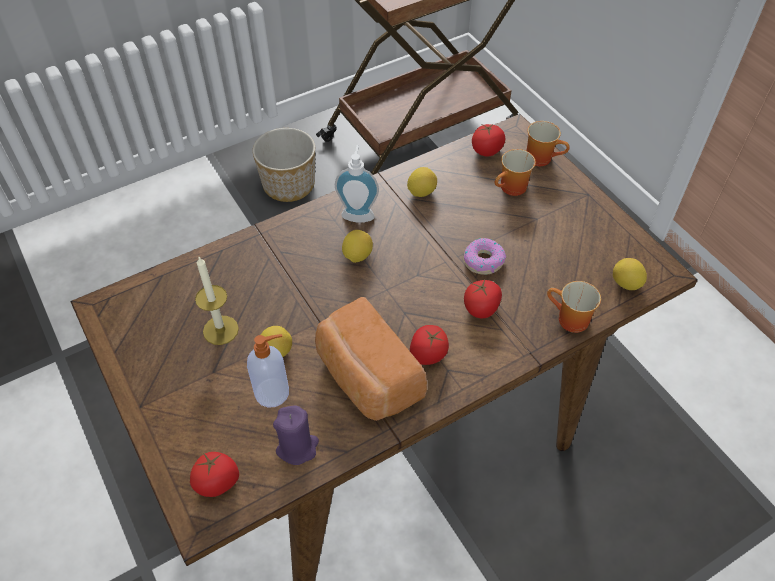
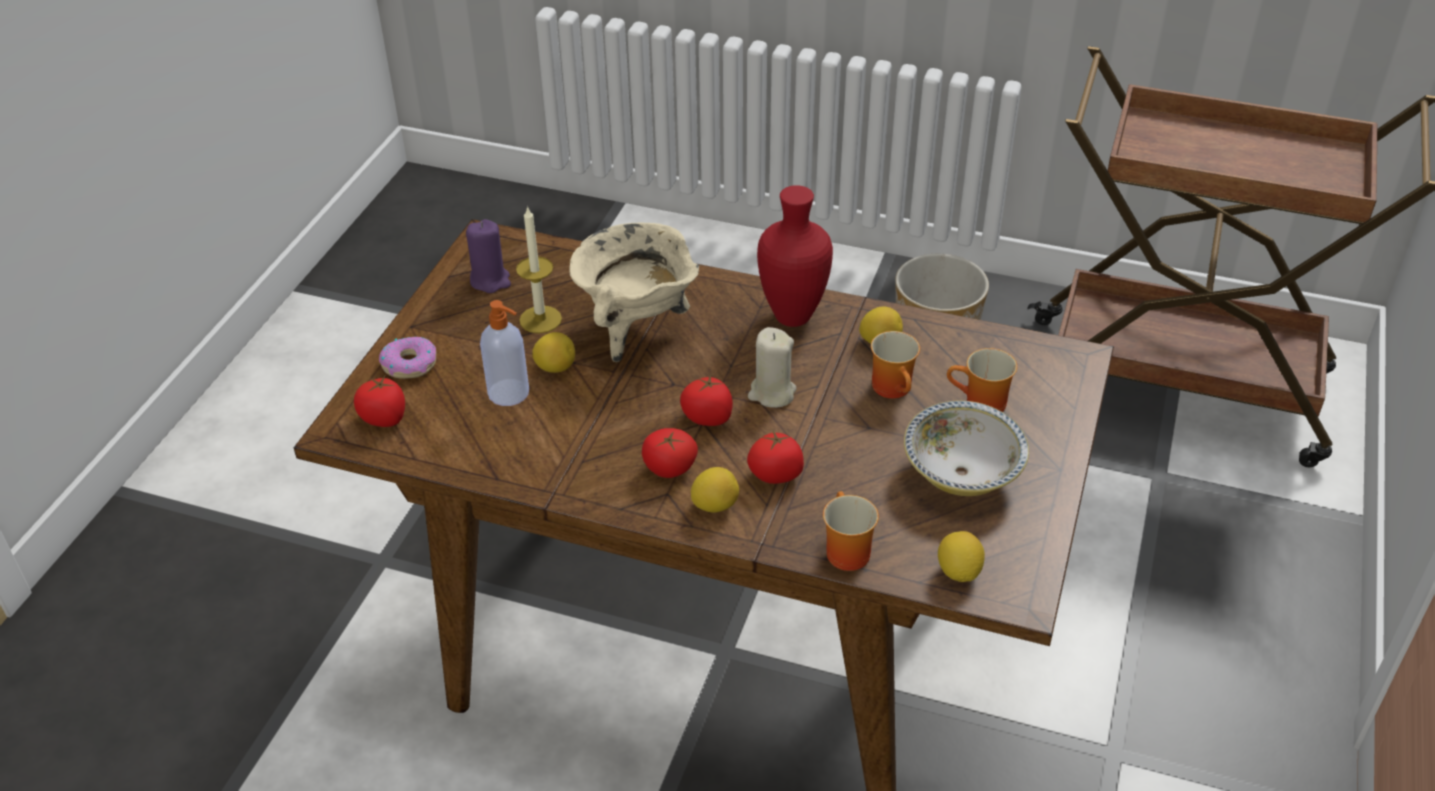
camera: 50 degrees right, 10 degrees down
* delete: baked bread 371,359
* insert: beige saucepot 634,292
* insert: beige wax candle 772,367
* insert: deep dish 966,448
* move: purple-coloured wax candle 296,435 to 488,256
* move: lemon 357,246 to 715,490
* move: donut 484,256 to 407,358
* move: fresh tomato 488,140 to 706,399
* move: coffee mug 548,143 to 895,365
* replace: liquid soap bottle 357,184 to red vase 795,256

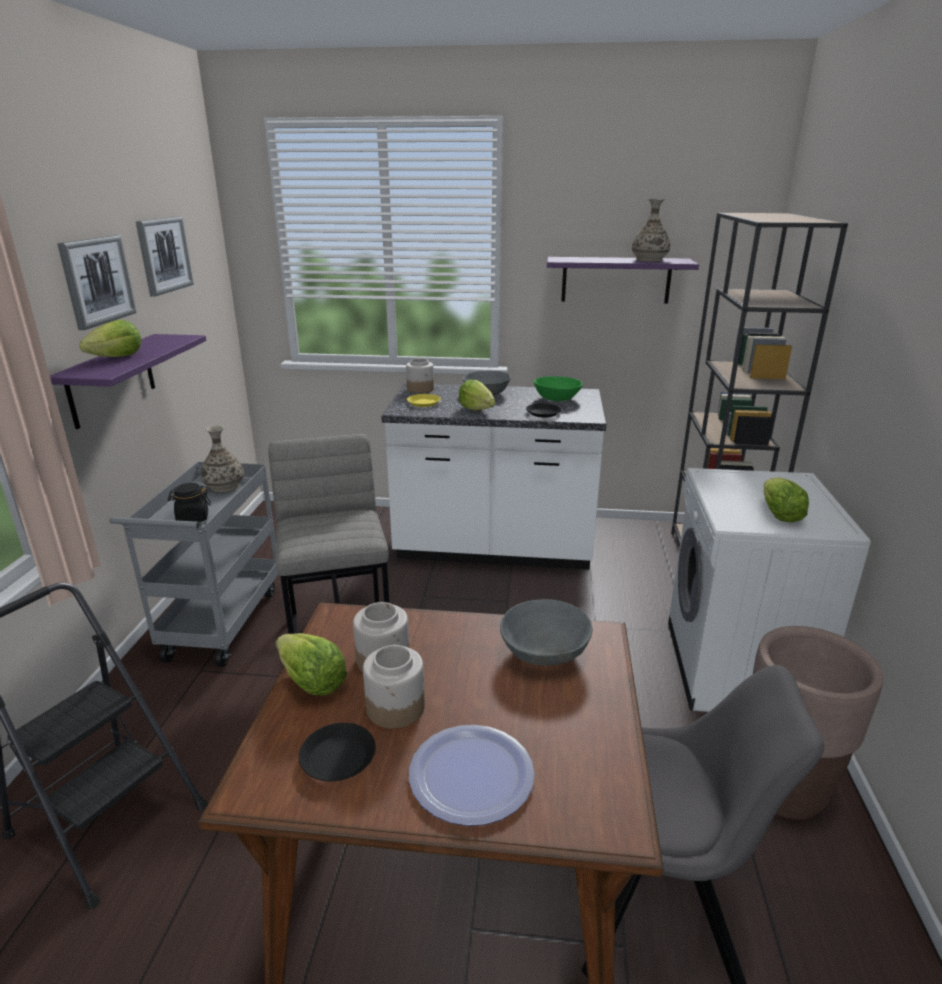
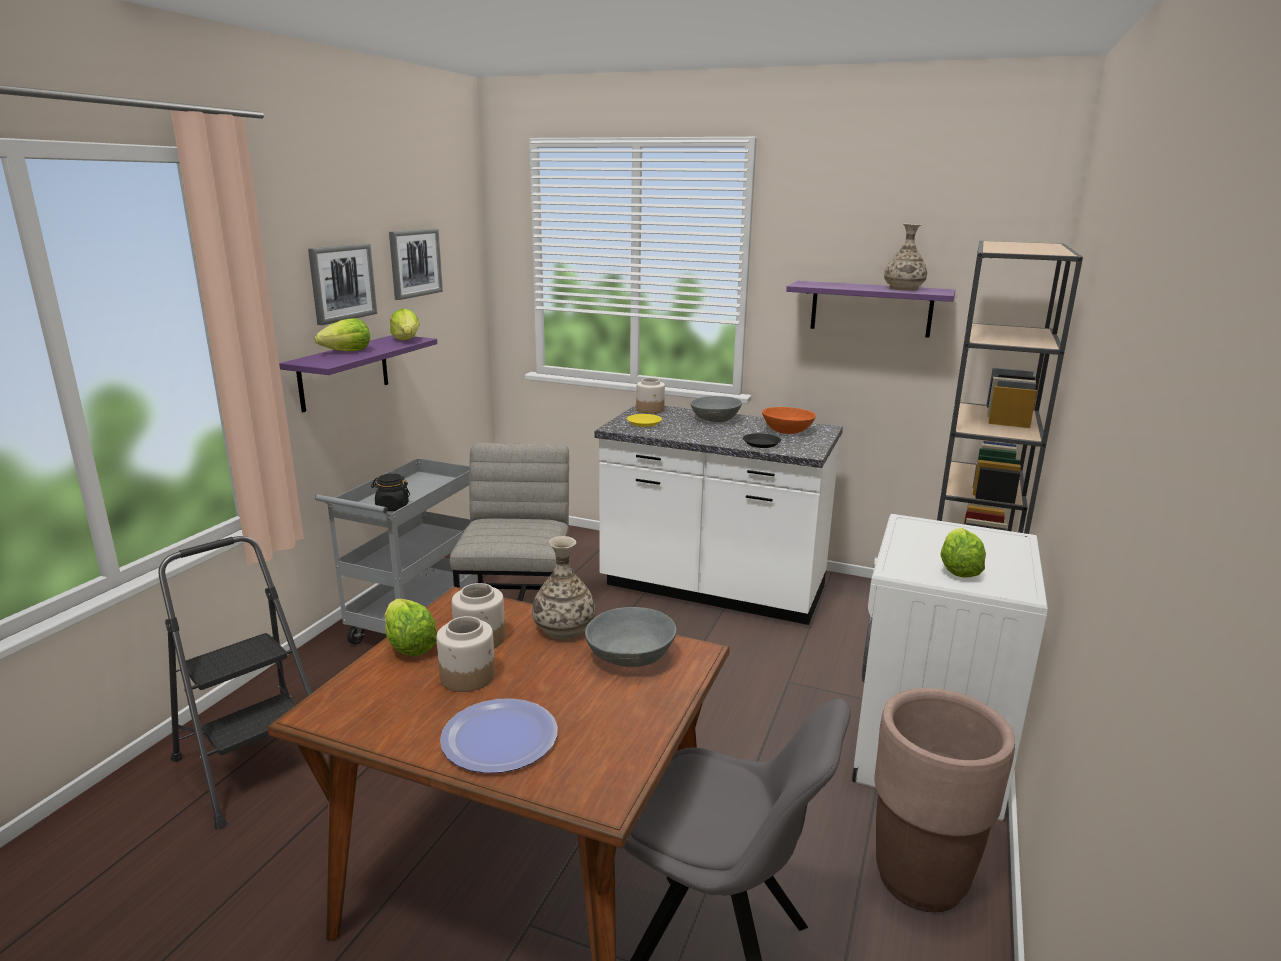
camera: 15 degrees right, 5 degrees down
* delete: black flat dish 337,752
* move: vase 222,458 to 564,588
* move: lettuce head 477,395 to 405,324
* recolor: greenish deep dish 558,388 to orange-coloured deep dish 789,420

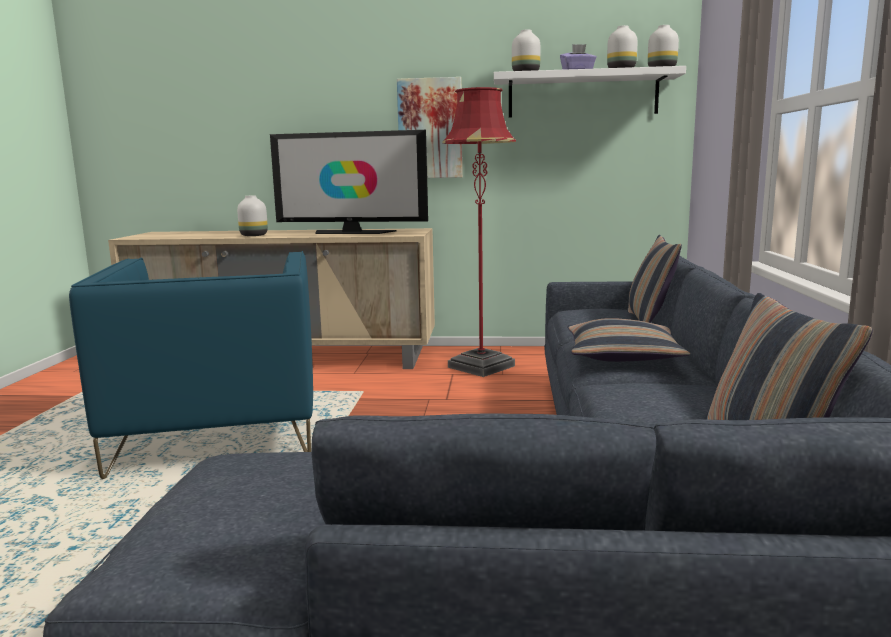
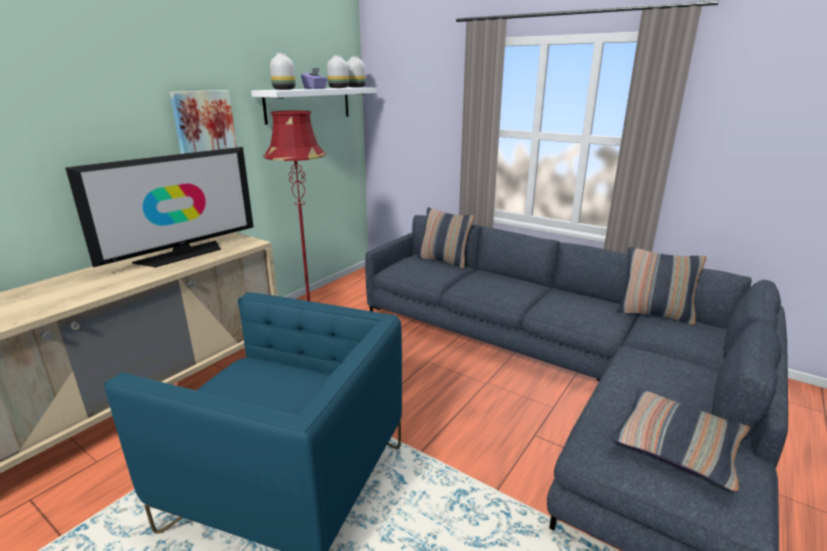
camera: 60 degrees left, 10 degrees up
* delete: white vase 252,215
* move: cushion 628,340 to 679,440

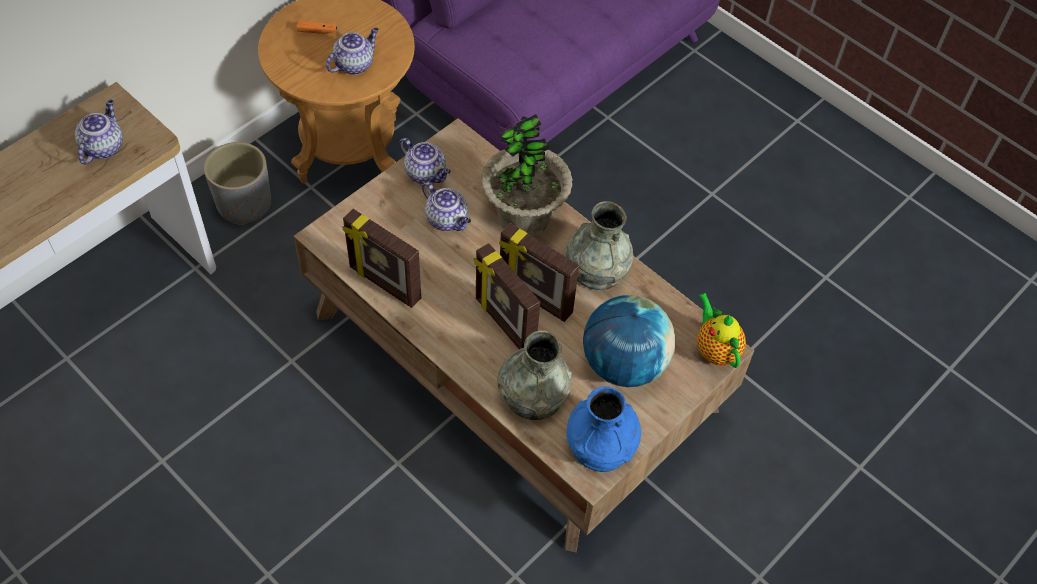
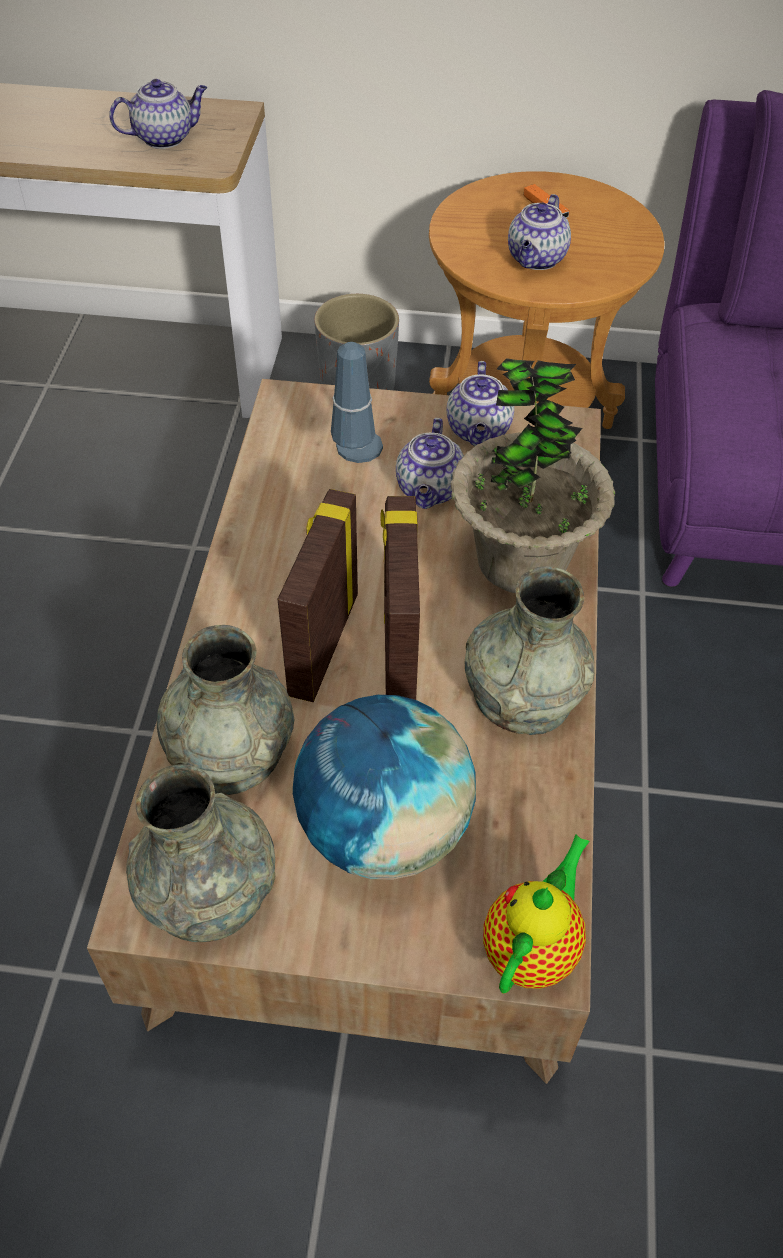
camera: 55 degrees right, 5 degrees down
* delete: picture frame 381,258
* insert: lamp for a table 357,402
* recolor: blue-coloured vase 603,429 to grey vase 200,853
* rotate: teapot 352,51 = 539,232 105 degrees clockwise

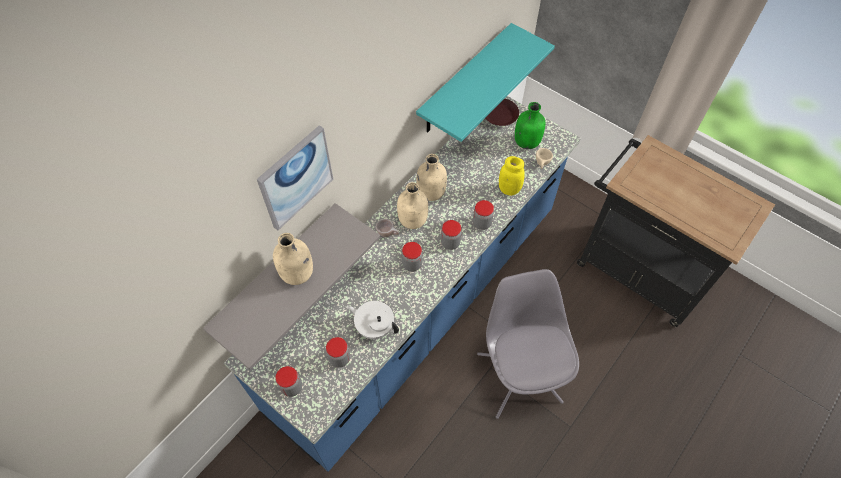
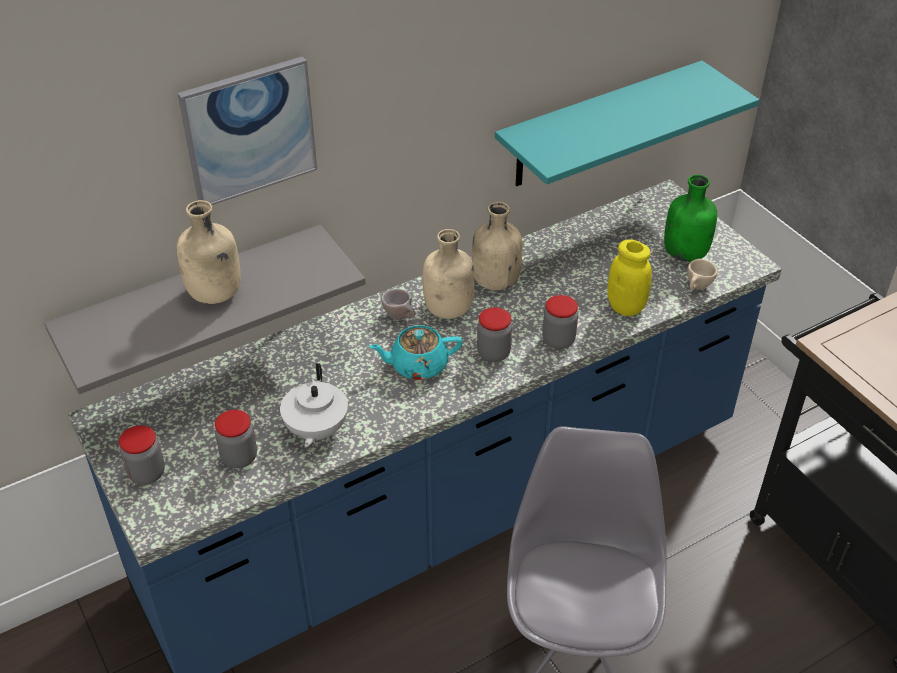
camera: 20 degrees right, 15 degrees down
* delete: brown flat dish 502,112
* replace: preserve jar 412,257 to turquoise-coloured teapot 416,352
* rotate: white teapot 373,320 = 314,405 135 degrees counterclockwise

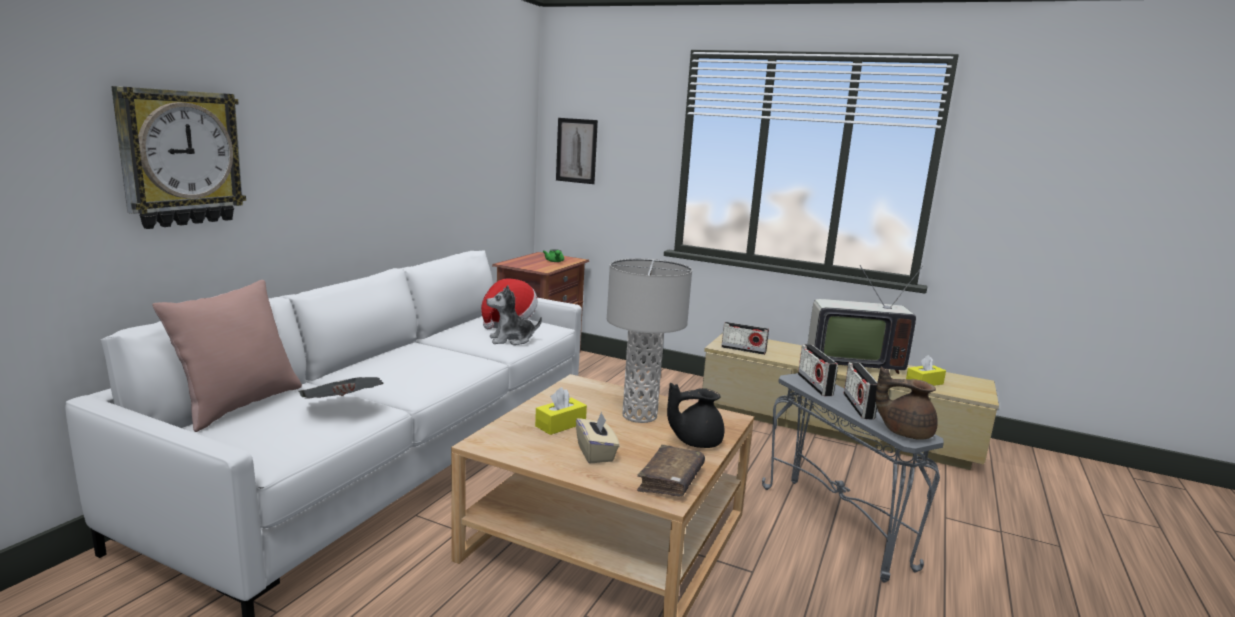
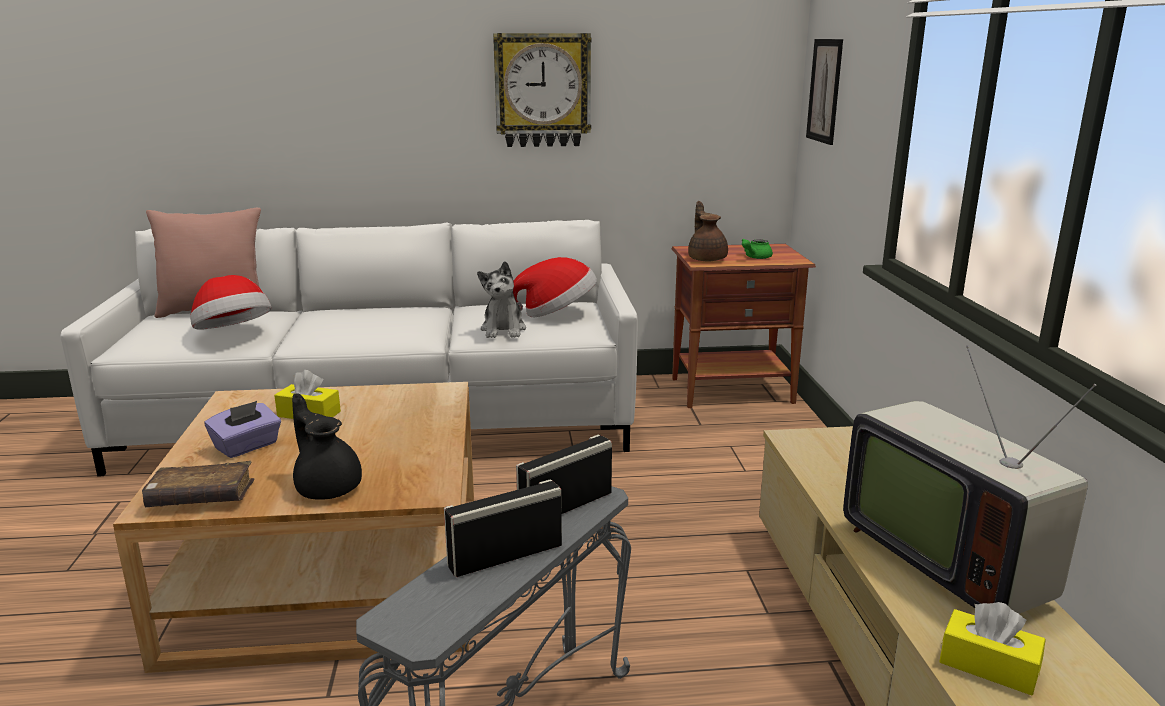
camera: 60 degrees right, 5 degrees up
* delete: white lamp for a table 649,340
* delete: radio receiver 745,338
* move: clock on the wall 178,157 to 542,90
* move: brown teapot 907,403 to 708,231
* replace: printed paper 341,388 to wearable hat 230,302
* recolor: beige box of tissues 598,437 to purple-coloured box of tissues 243,429
* rotate: cuddly toy 514,315 = 501,299 135 degrees counterclockwise

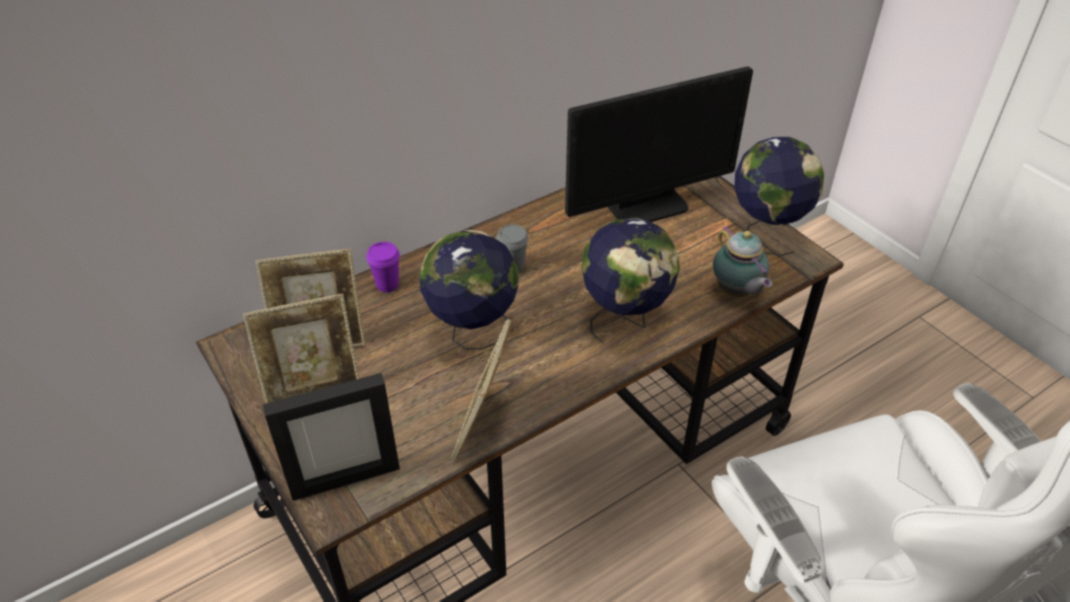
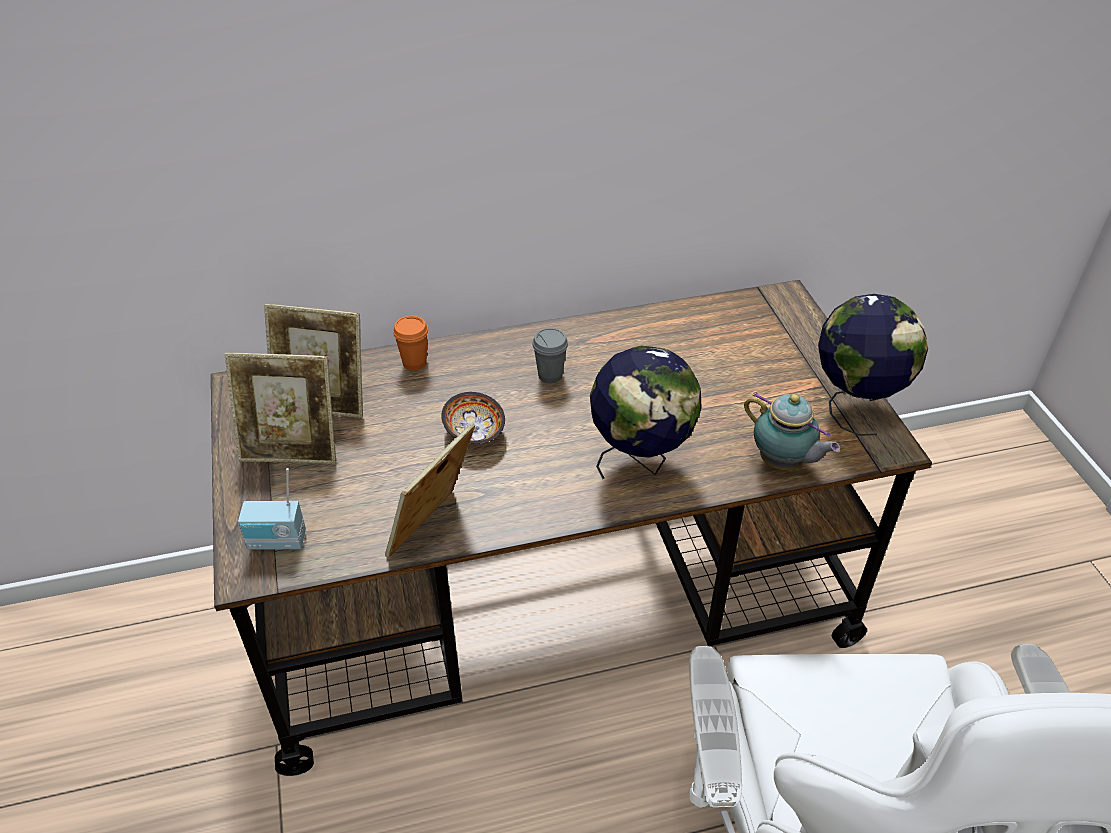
camera: 20 degrees right, 0 degrees up
* delete: monitor 659,144
* replace: picture frame 331,437 to radio receiver 272,509
* replace: globe 469,290 to deep dish 473,418
* recolor: purple-coloured small cup 383,267 to orange-coloured small cup 411,343
* rotate: teapot 742,261 = 792,431 45 degrees counterclockwise

